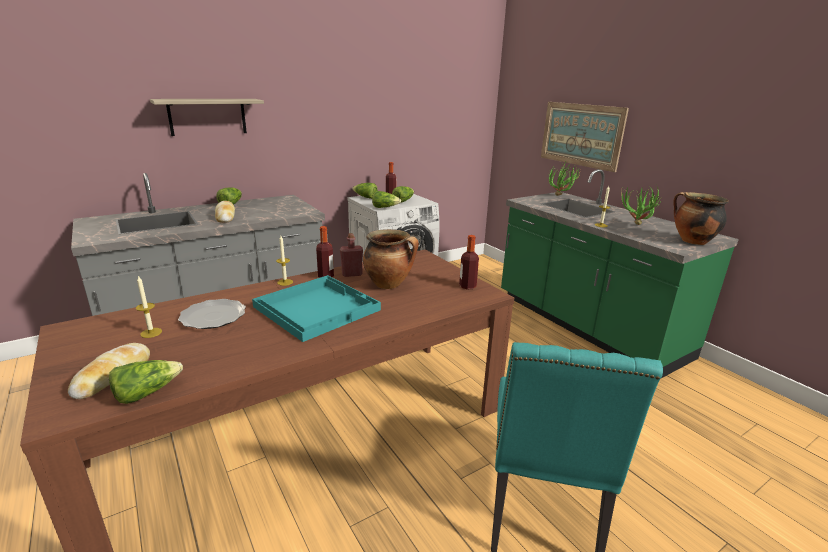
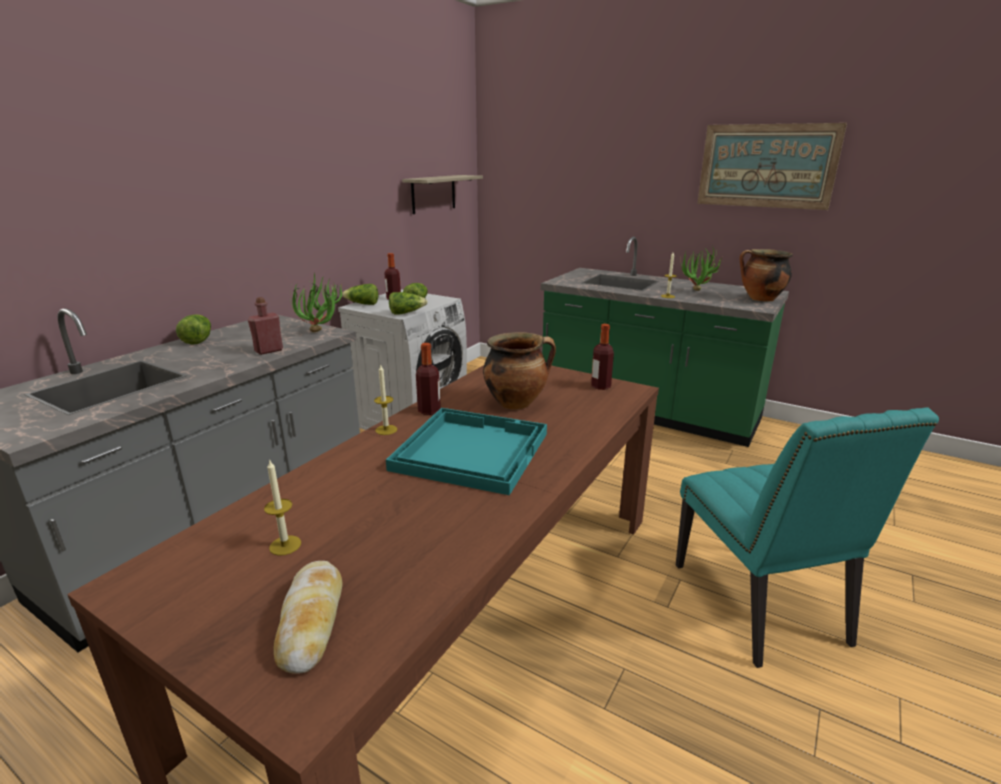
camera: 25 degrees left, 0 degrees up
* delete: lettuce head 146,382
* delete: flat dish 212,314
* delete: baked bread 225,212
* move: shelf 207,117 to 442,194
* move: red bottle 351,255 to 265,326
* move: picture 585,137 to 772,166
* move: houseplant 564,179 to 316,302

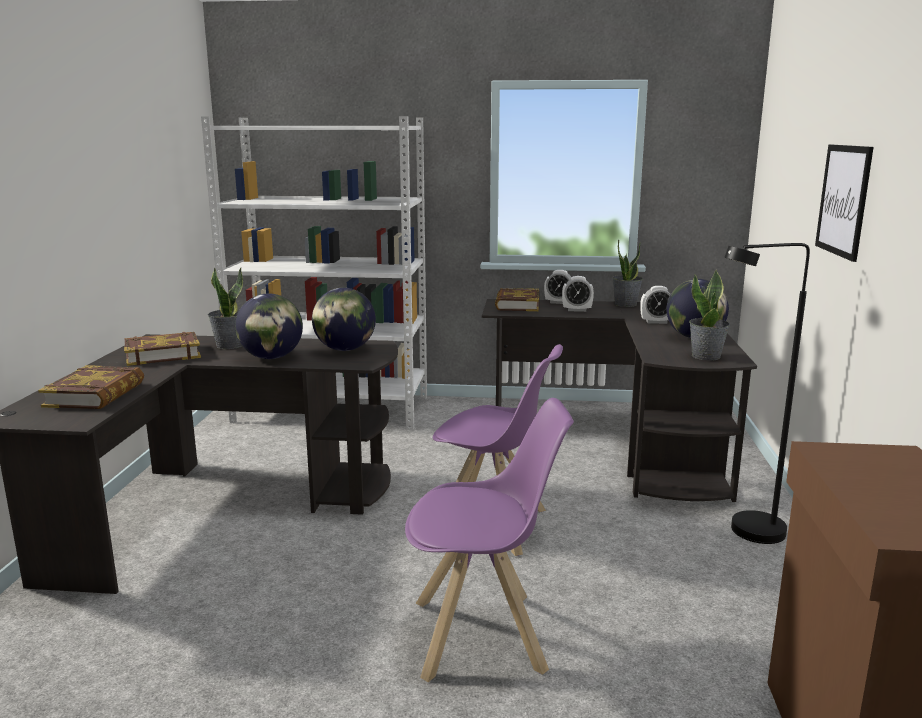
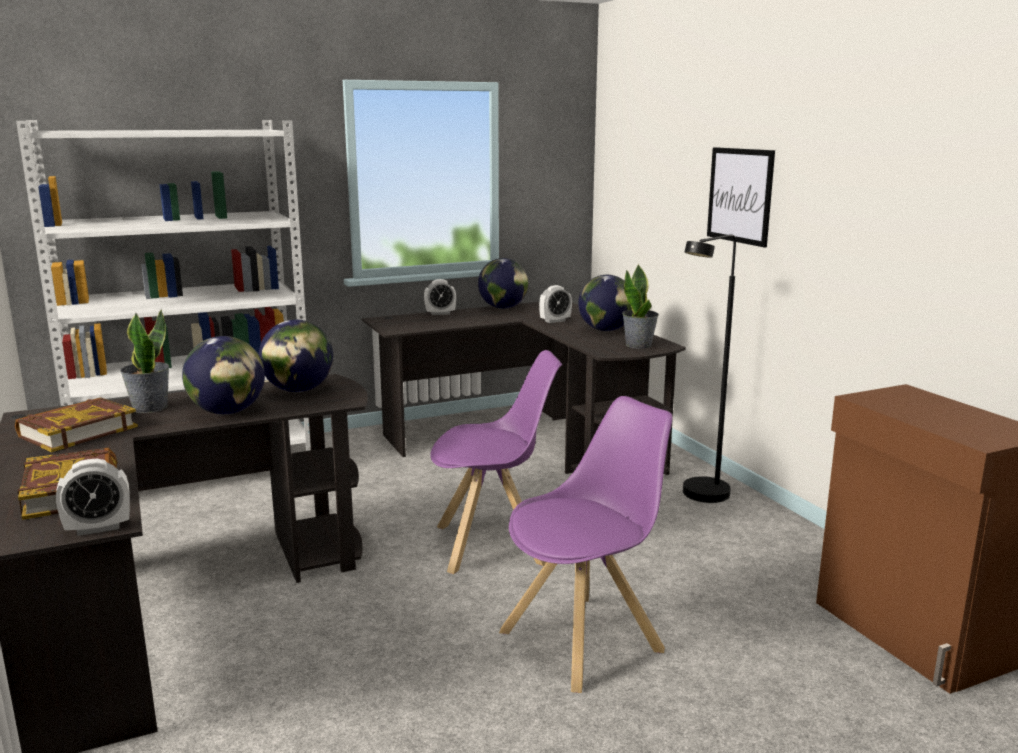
camera: 30 degrees left, 0 degrees up
* delete: book 517,299
* move: bedside clock 578,294 to 93,497
* replace: houseplant 627,273 to globe 503,283

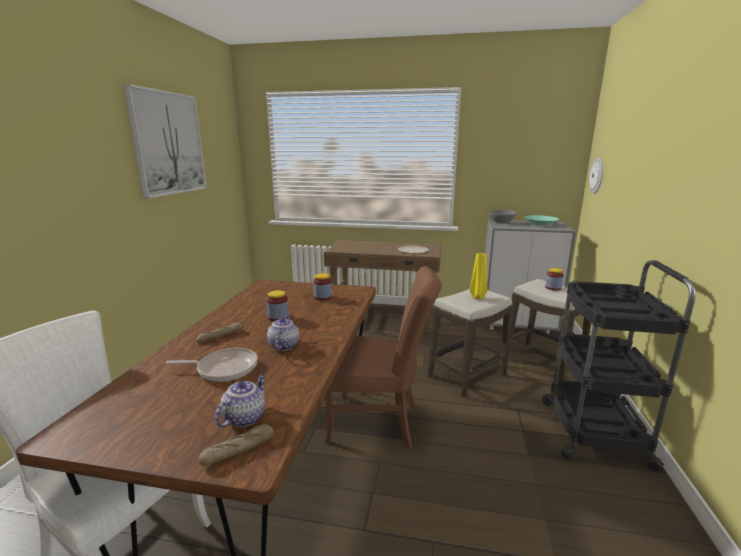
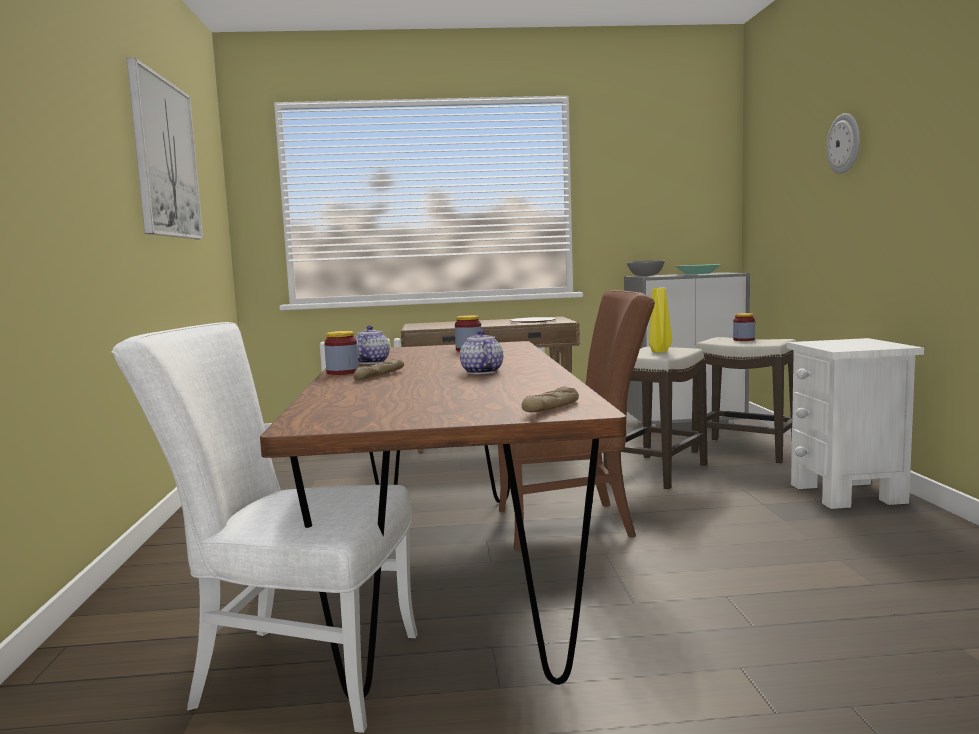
camera: 15 degrees left, 10 degrees down
* delete: frying pan 212,364
* move: teapot 240,400 to 372,344
* move: preserve jar 277,305 to 341,353
* move: clock on the wall 596,176 to 843,143
* replace: black cart 619,366 to white night table 855,423

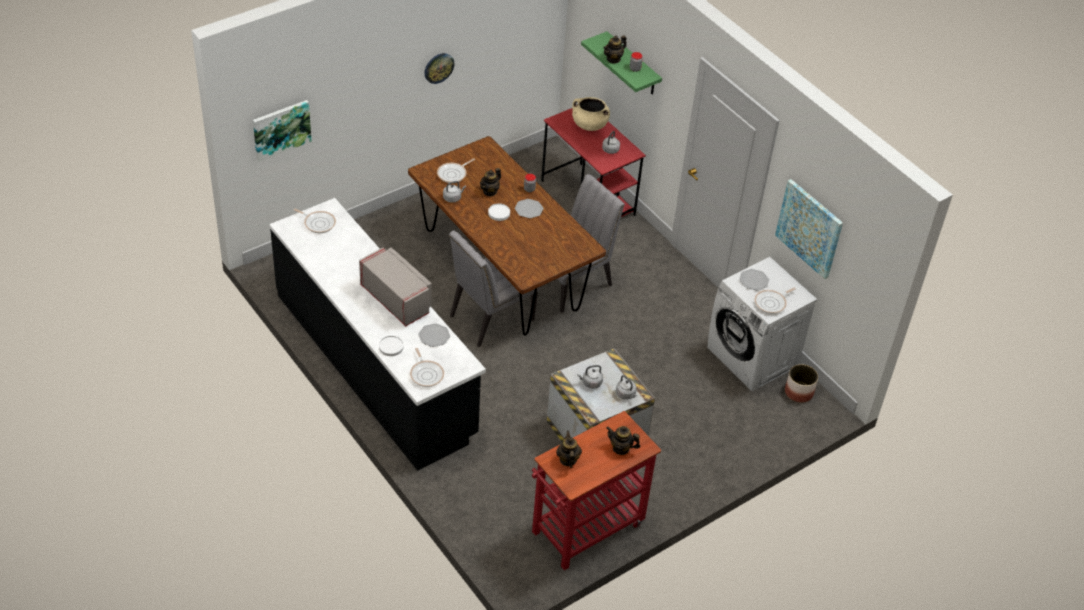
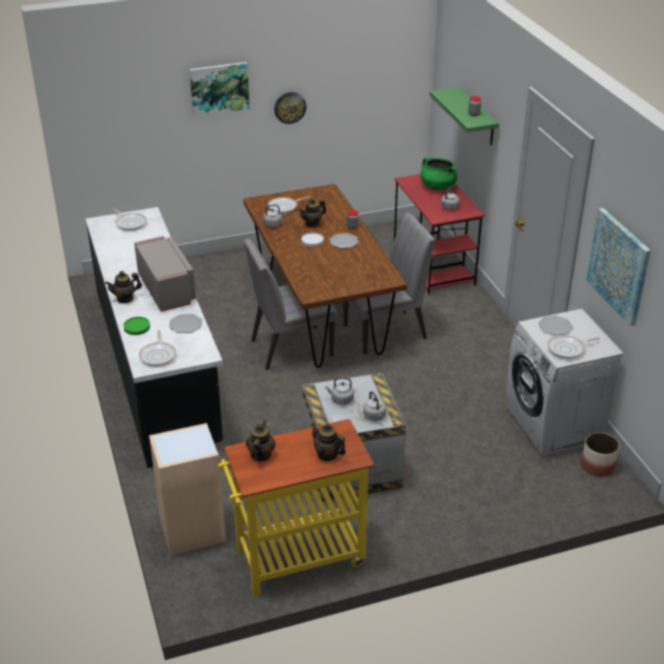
camera: 20 degrees right, 10 degrees down
* insert: shelving unit 187,489
* move: picture 282,131 to 219,89
* move: teapot 615,50 to 123,287
* recolor: white flat dish 391,346 to greenish flat dish 137,326
* recolor: red cart 596,490 to yellowish cart 296,507
* recolor: beige saucepot 591,114 to greenish saucepot 438,173

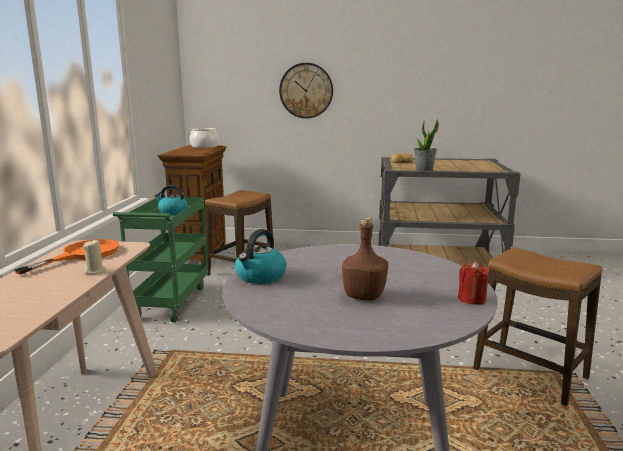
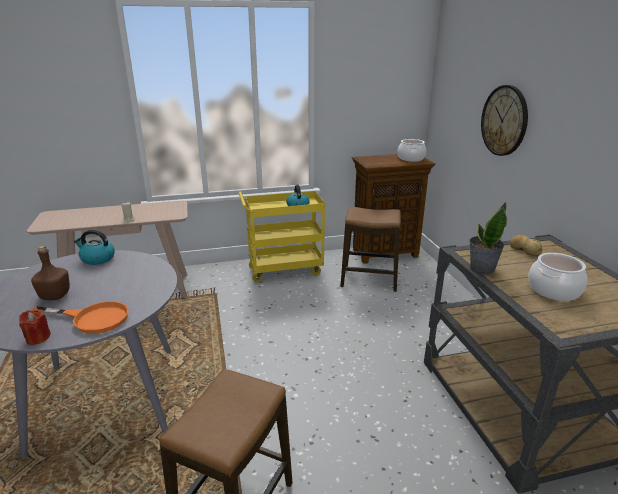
camera: 70 degrees right, 10 degrees up
* insert: saucepot 557,277
* move: orange-coloured frying pan 66,257 to 79,317
* recolor: greenish cart 160,259 to yellowish cart 282,236

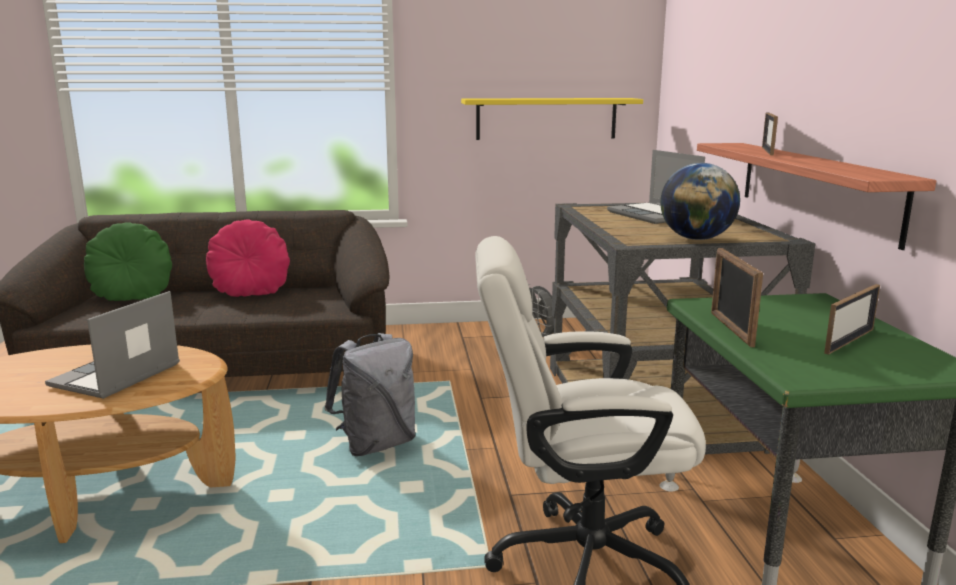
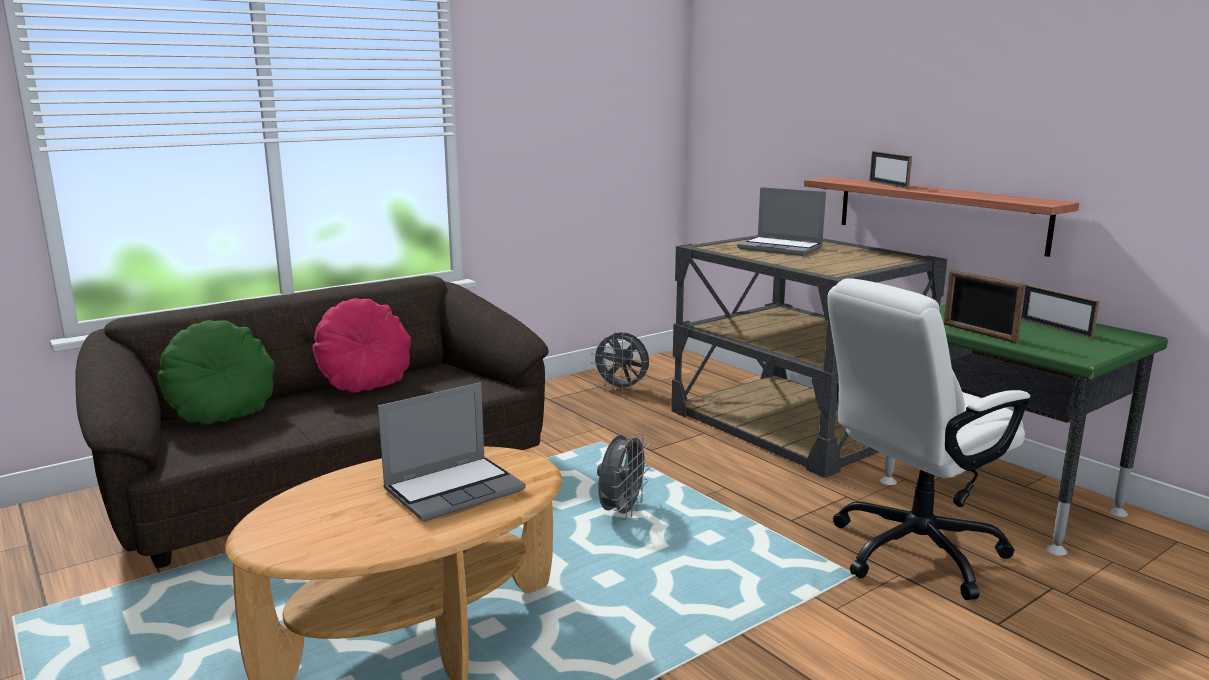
camera: 30 degrees left, 0 degrees up
* delete: yellowish shelf 552,119
* delete: globe 700,201
* replace: grey backpack 369,394 to grey cooling fan 623,476
* rotate: laptop 112,345 = 452,452 120 degrees counterclockwise
* rotate: picture frame 852,319 = 1060,311 135 degrees clockwise

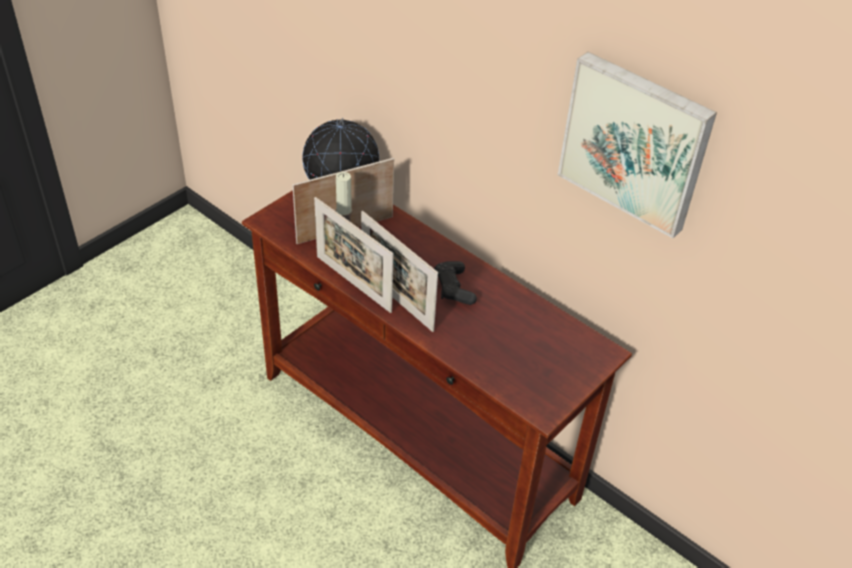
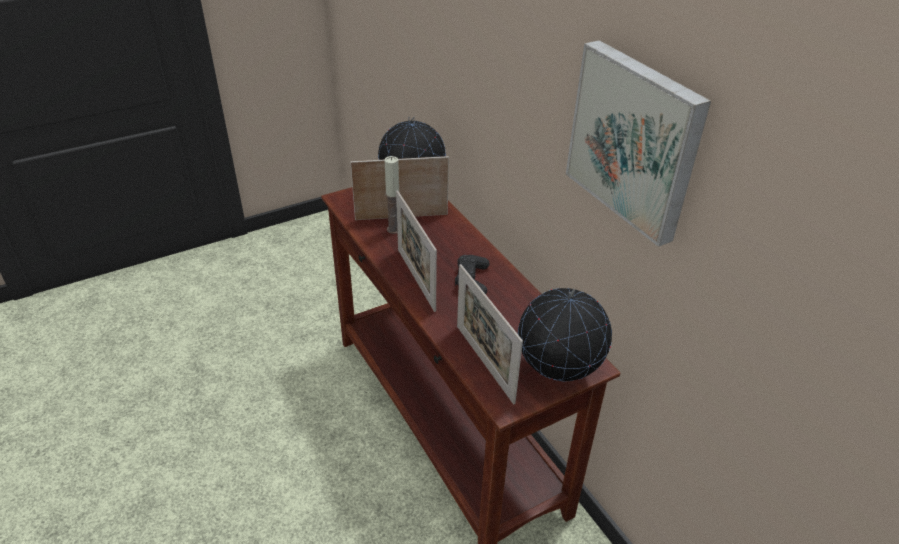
camera: 20 degrees right, 5 degrees down
* insert: globe 565,334
* move: picture frame 354,255 to 490,334

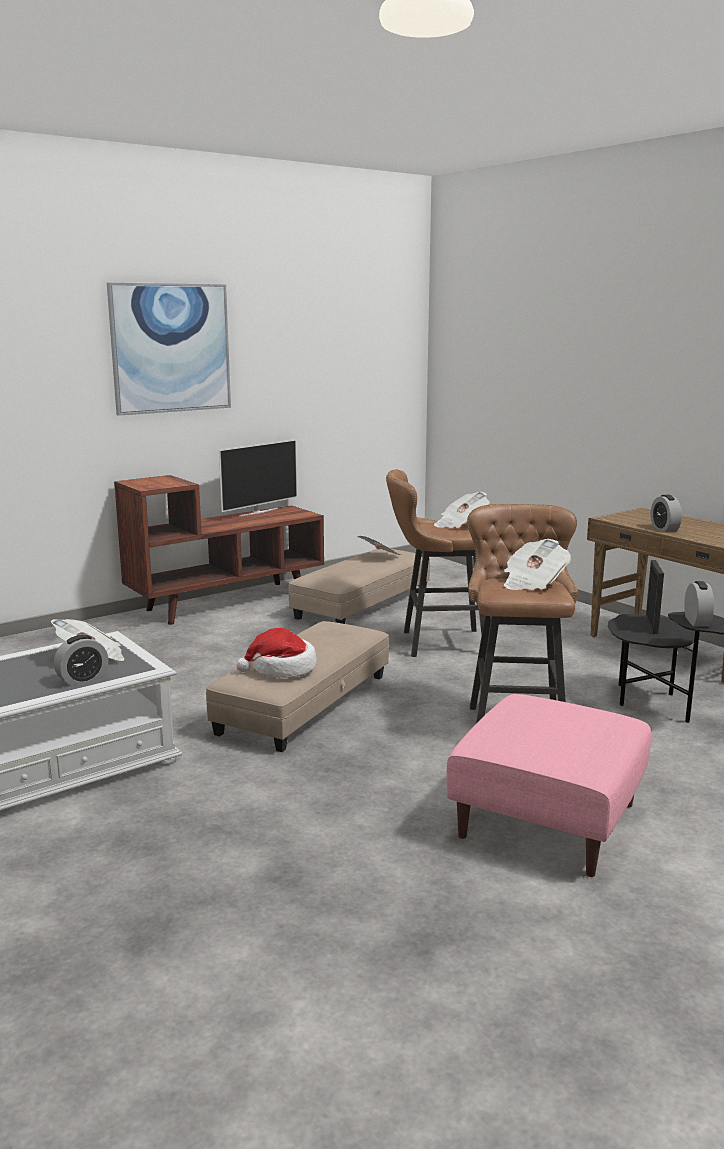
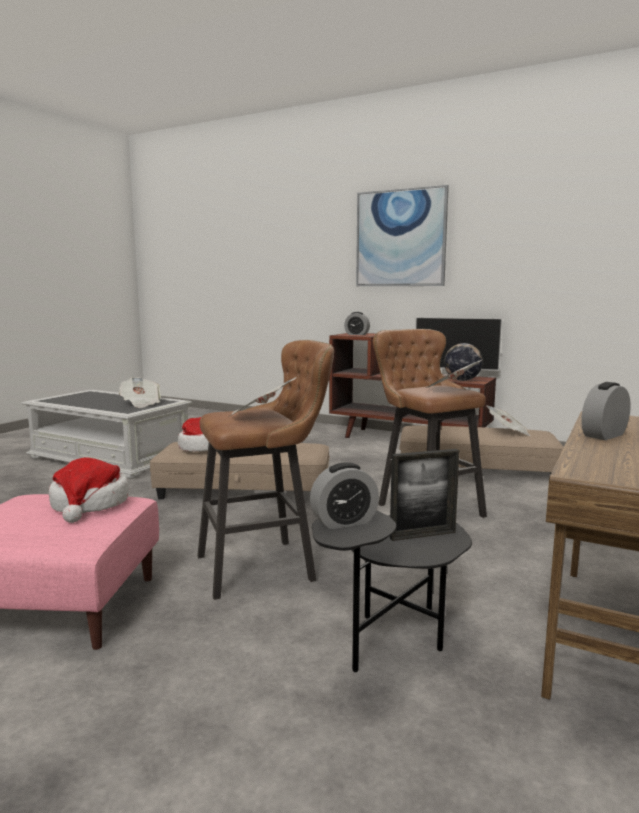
camera: 65 degrees right, 5 degrees down
* insert: wearable hat 89,490
* insert: globe 463,362
* move: bedside clock 81,660 to 357,323

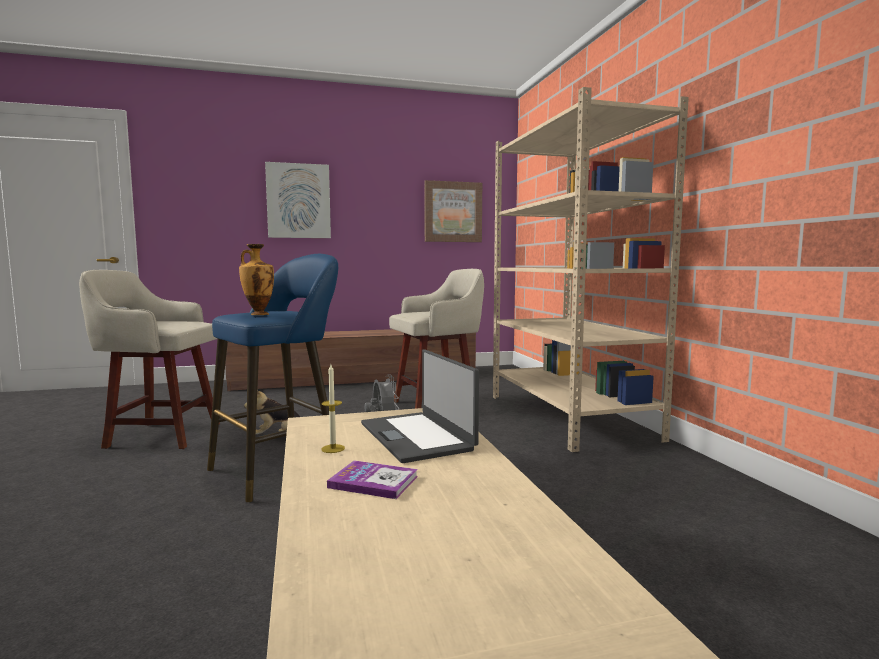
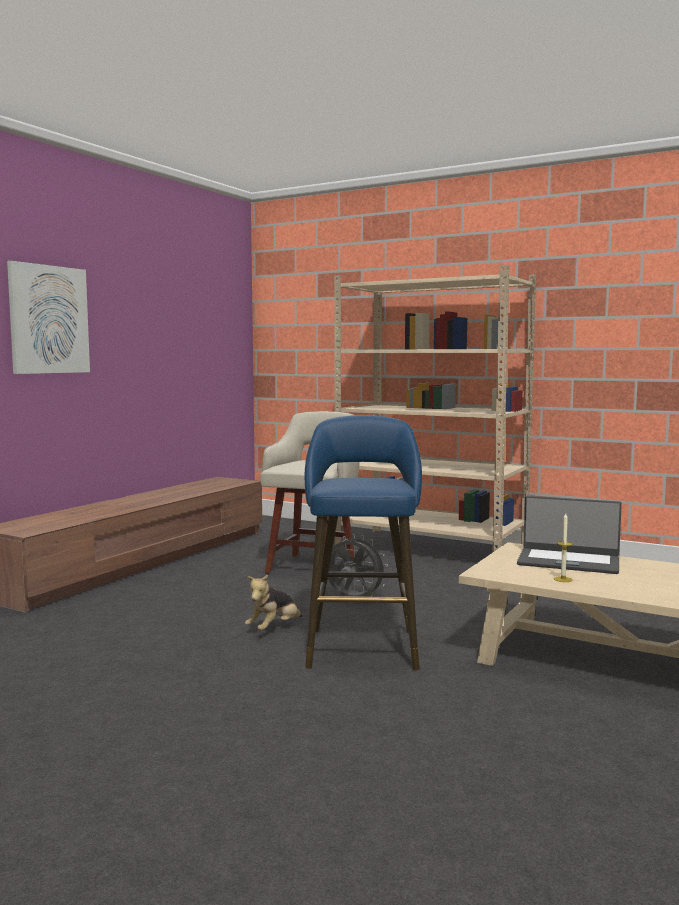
camera: 45 degrees left, 0 degrees up
* delete: beige sitting stool 149,359
* delete: vase 256,279
* delete: book 372,479
* delete: picture 453,211

